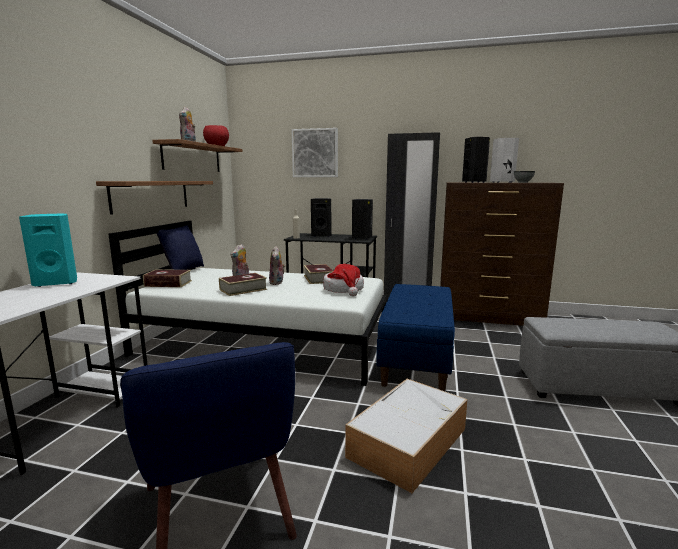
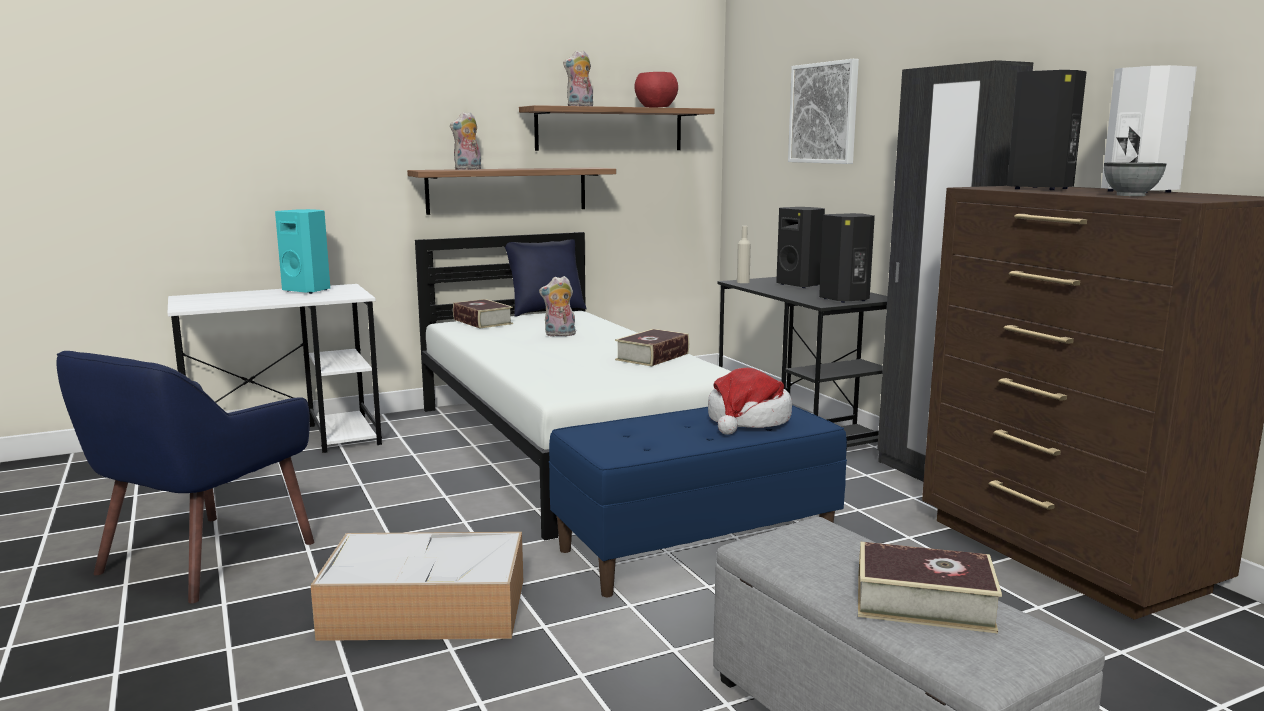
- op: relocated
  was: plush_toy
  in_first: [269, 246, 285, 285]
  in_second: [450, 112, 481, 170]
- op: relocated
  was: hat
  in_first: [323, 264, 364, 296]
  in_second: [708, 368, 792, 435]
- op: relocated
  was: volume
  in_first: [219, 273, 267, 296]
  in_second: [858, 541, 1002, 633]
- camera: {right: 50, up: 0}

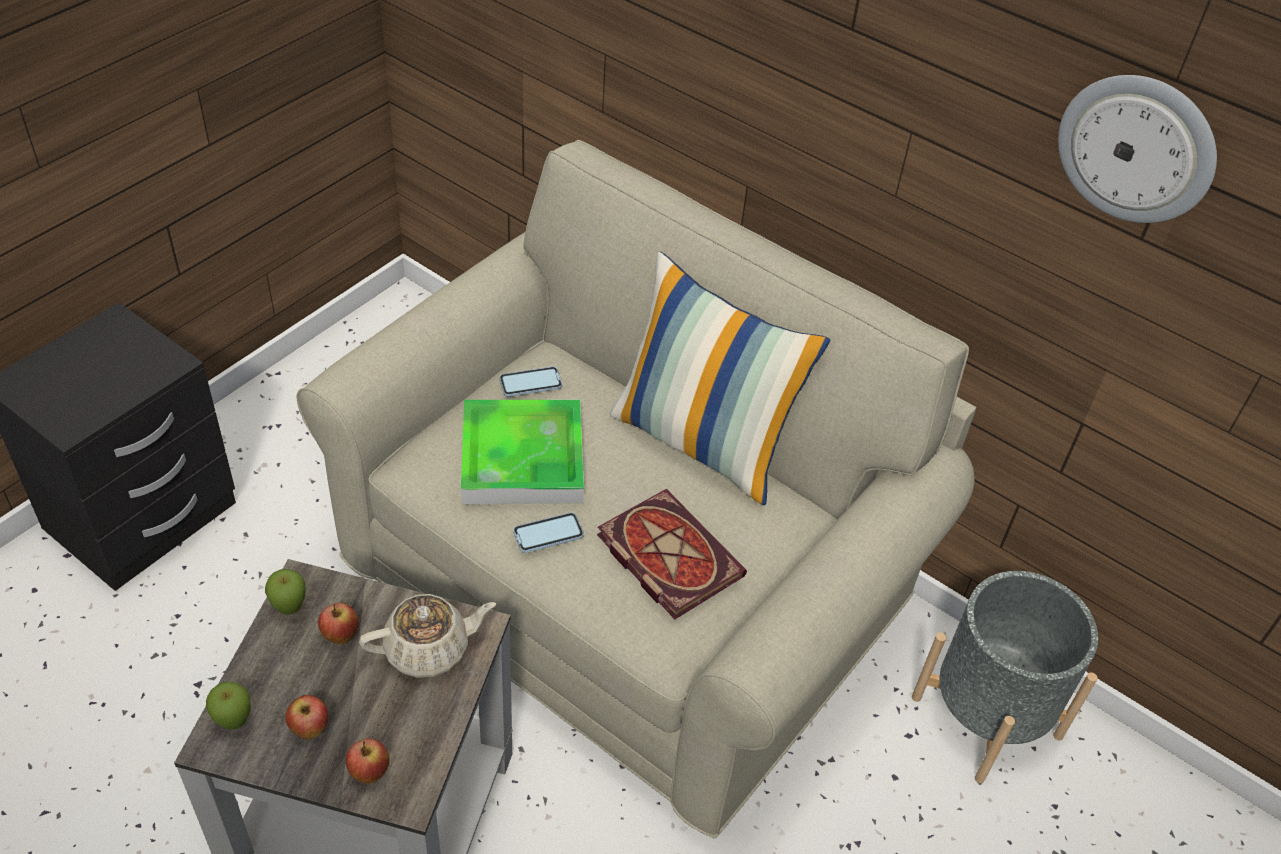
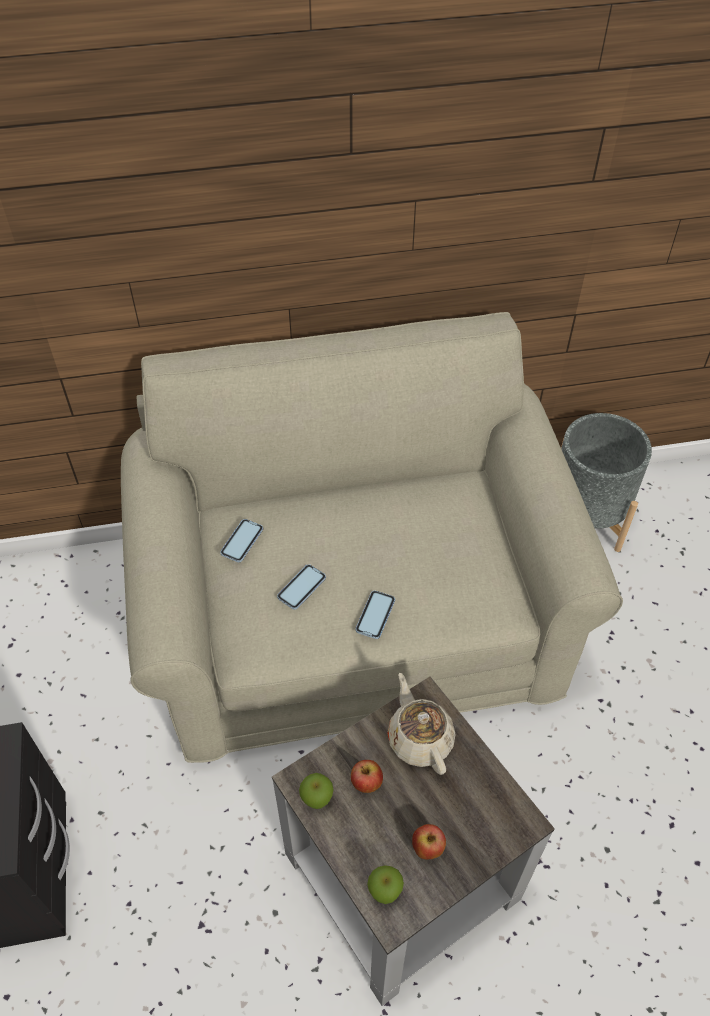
- op: exchanged
  was: carrying_tray
  now: phone
  in_first: [461, 400, 584, 504]
  in_second: [277, 564, 326, 610]
- op: spun
  was: sand-coloured_teapot
  in_first: [359, 594, 497, 678]
  in_second: [387, 673, 455, 775]
  clockwise: -45
- op: missing
  was: apple_fruit
  in_first: [346, 738, 390, 784]
- op: missing
  was: volume
  in_first: [597, 489, 747, 619]
- op: missing
  was: throw_pillow
  in_first: [610, 251, 830, 506]
- op: missing
  was: wall_clock
  in_first: [1058, 75, 1217, 223]
- camera: {right: -45, up: 5}

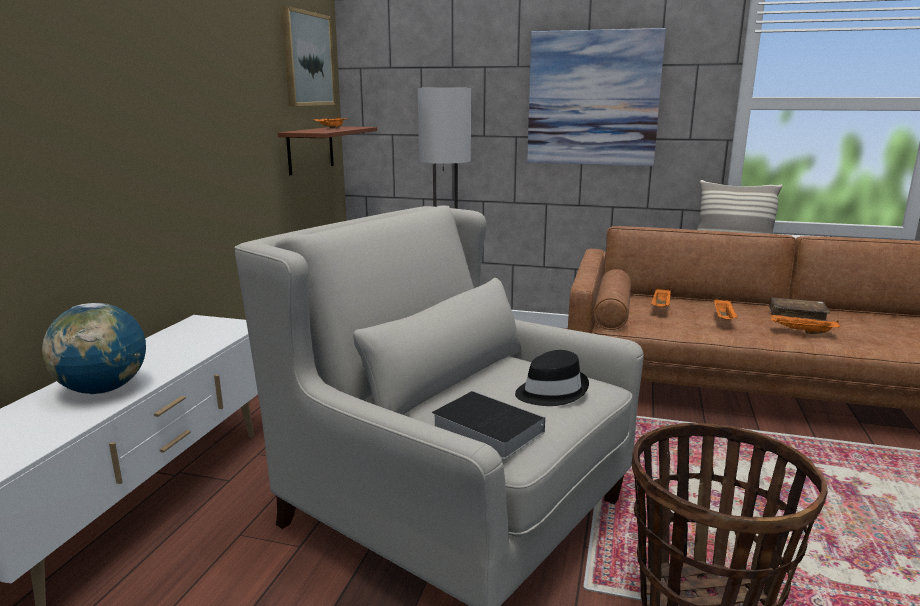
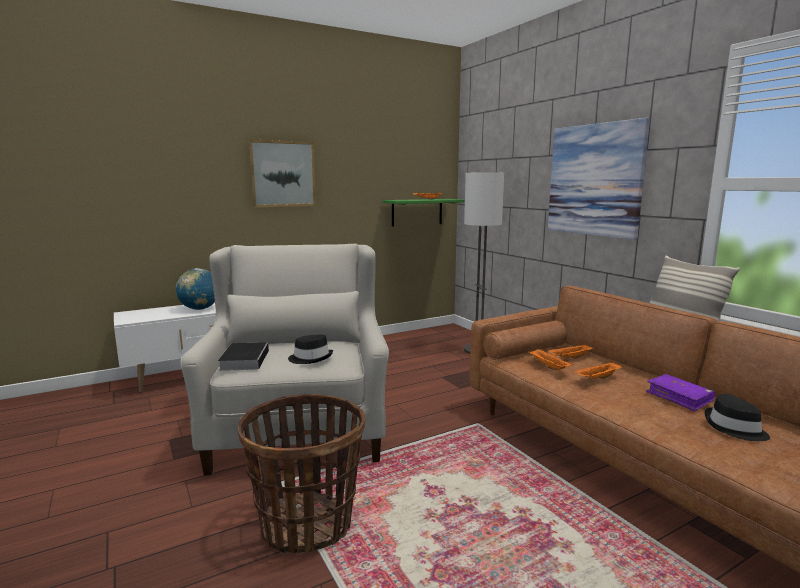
- op: relocated
  was: wall_picture
  in_first: [281, 6, 336, 106]
  in_second: [248, 139, 316, 207]
- op: colour
  was: brown-coloured_shelf
  now: greenish_shelf
  in_first: [278, 126, 377, 175]
  in_second: [383, 199, 465, 227]
- op: relocated
  was: orange_carrying_tray
  in_first: [771, 314, 840, 334]
  in_second: [528, 348, 573, 370]
- op: colour
  was: brown-coloured_volume
  now: purplish_volume
  in_first: [769, 297, 830, 321]
  in_second: [646, 374, 715, 412]
- op: appeared
  now: blackish_hat
  in_second: [705, 394, 770, 441]
- camera: {right: 45, up: -5}

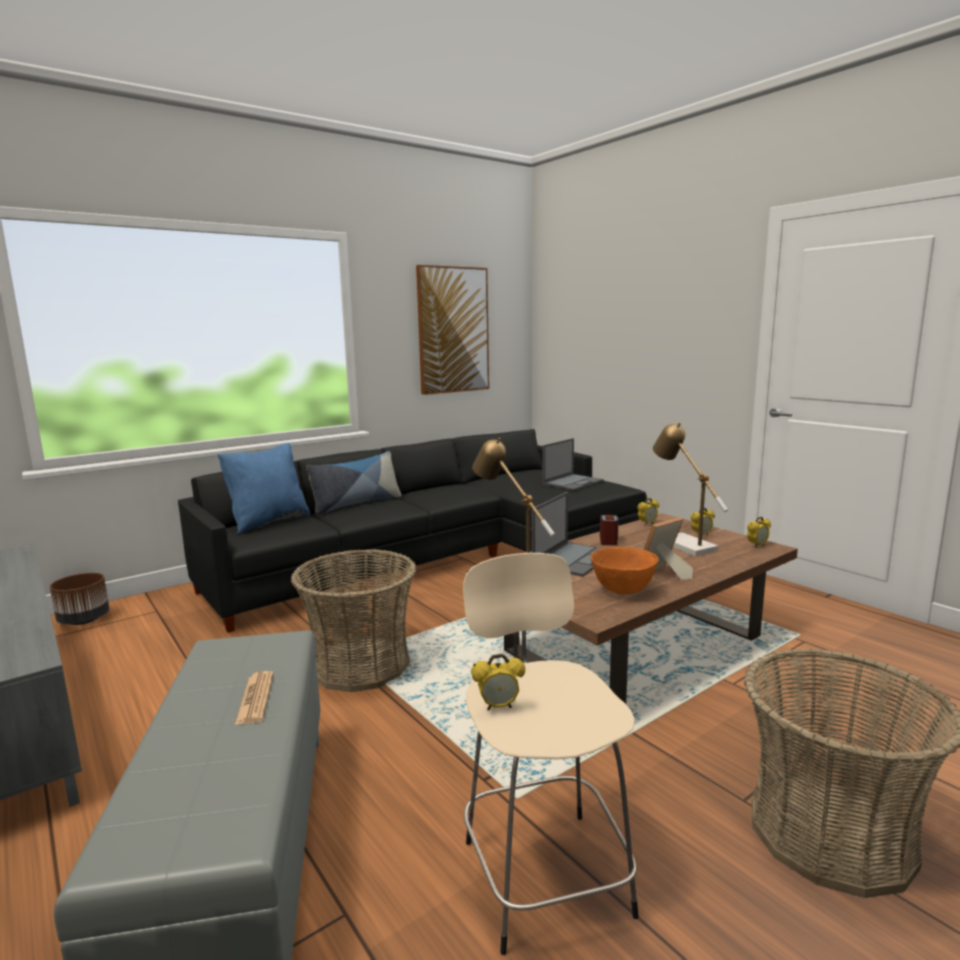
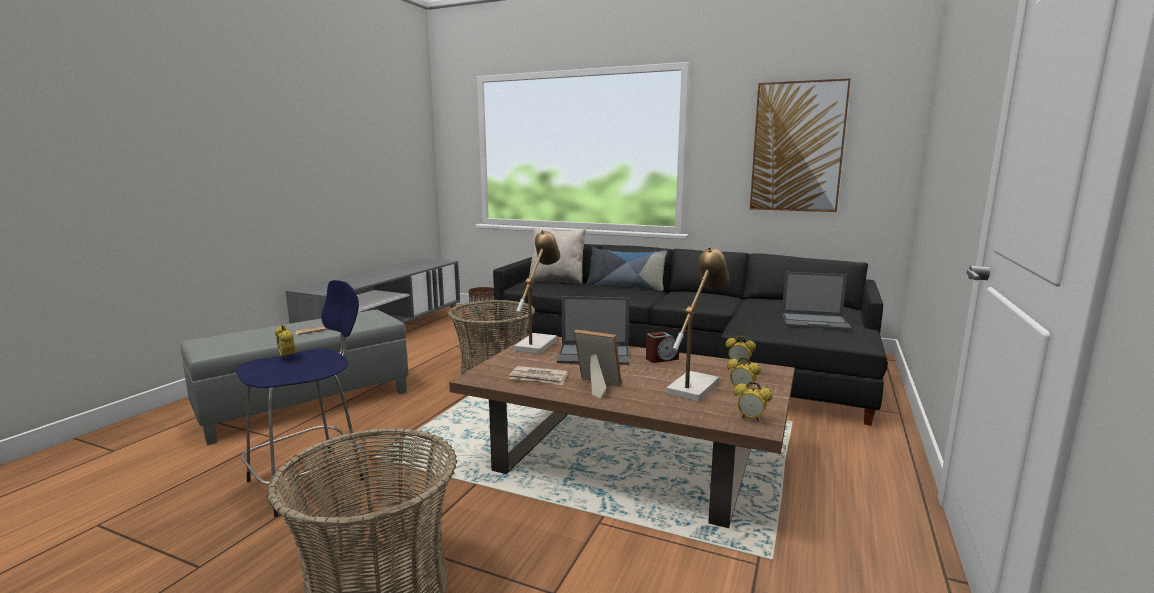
- op: colour
  was: sand-coloured_stool
  now: blue-coloured_stool
  in_first: [463, 553, 639, 955]
  in_second: [236, 280, 364, 517]
- op: exchanged
  was: orange_serving_bowl
  now: printed_paper
  in_first: [590, 547, 658, 594]
  in_second: [509, 366, 568, 385]
- op: colour
  was: blue-coloured_throw_pillow
  now: sand-coloured_throw_pillow
  in_first: [218, 443, 310, 534]
  in_second: [529, 227, 586, 284]
- camera: {right: 60, up: 0}

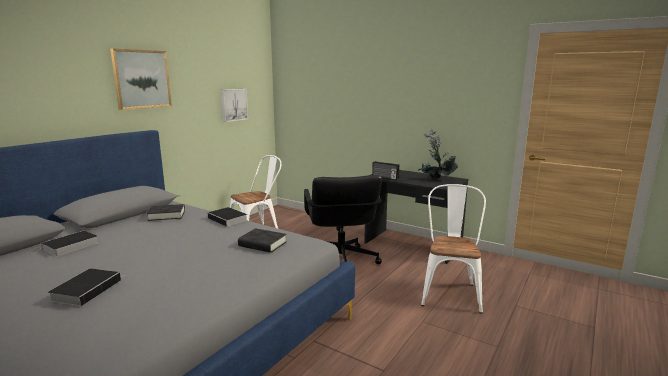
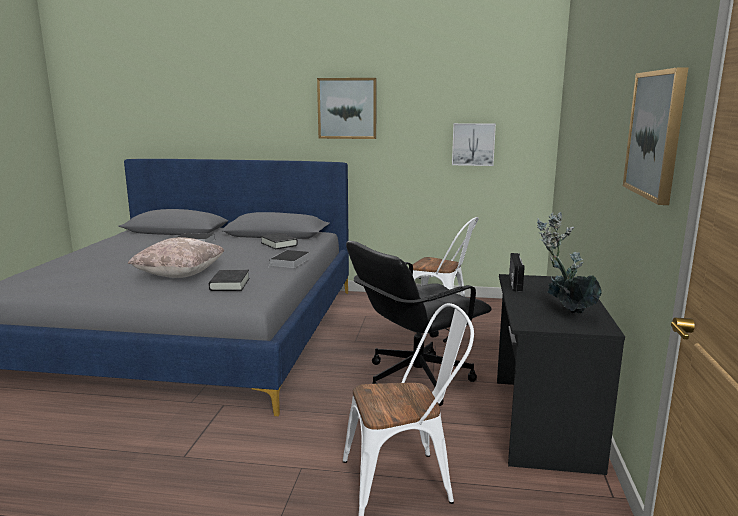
- op: appeared
  now: sand-coloured_throw_pillow
  in_second: [128, 237, 225, 278]
- op: appeared
  now: wall_picture
  in_second: [623, 67, 688, 205]
- op: missing
  was: volume
  in_first: [48, 268, 121, 306]
- camera: {right: 65, up: 0}

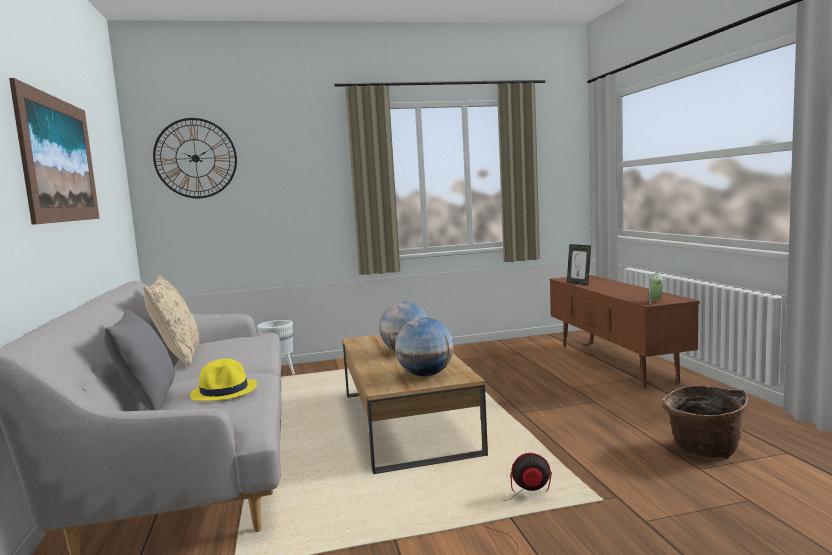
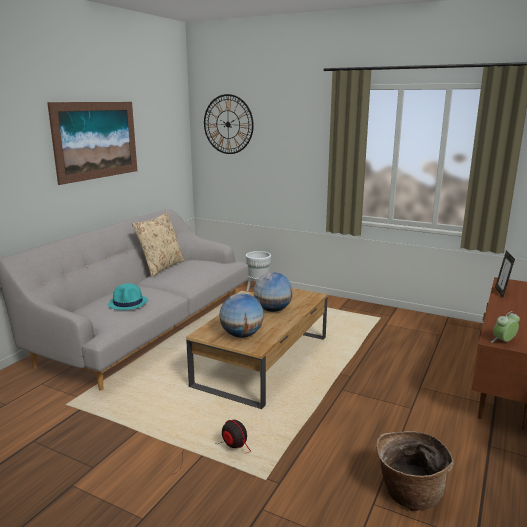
- op: colour
  was: yellowish_hat
  now: blue-green_hat
  in_first: [190, 359, 257, 401]
  in_second: [108, 283, 148, 310]
- op: missing
  was: gray_throw_pillow
  in_first: [104, 310, 175, 410]
- camera: {right: 40, up: 10}

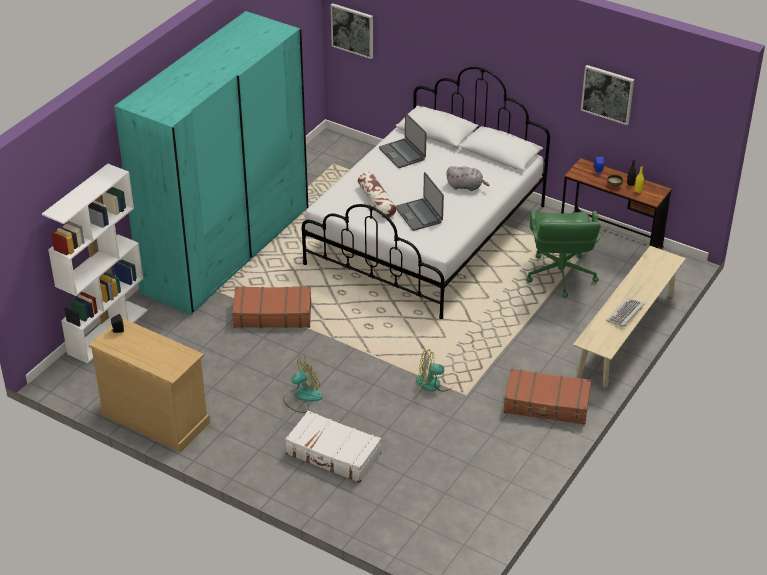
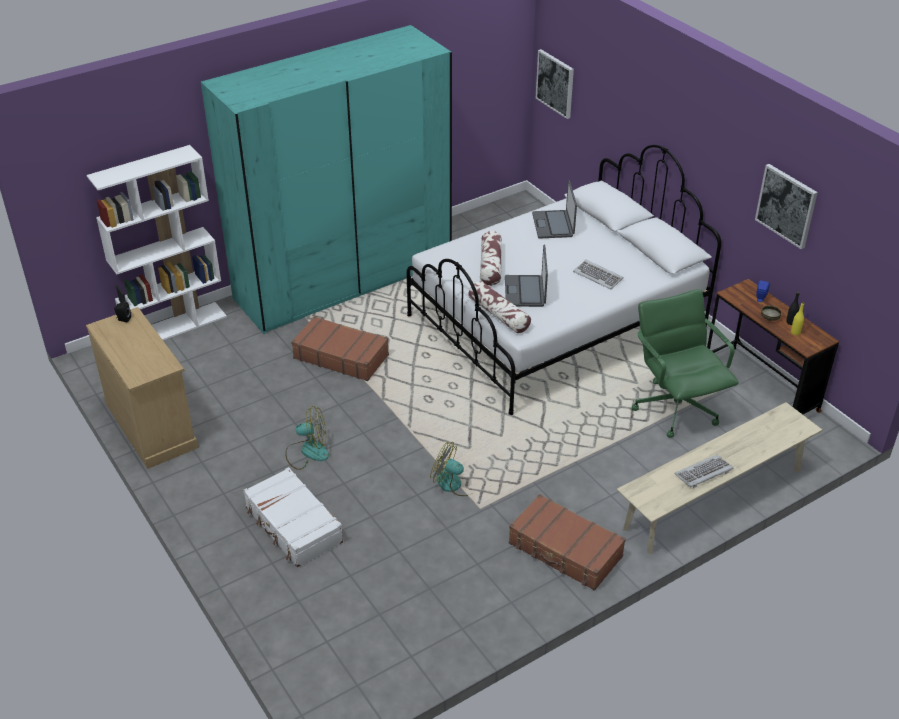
- op: appeared
  now: throw_pillow
  in_second: [468, 281, 531, 333]
- op: exchanged
  was: gray_plush_toy
  now: computer_keyboard
  in_first: [446, 166, 489, 191]
  in_second: [573, 260, 624, 289]
- op: spun
  was: greenish_office_chair
  in_first: [526, 211, 601, 298]
  in_second: [631, 289, 739, 438]
  clockwise: 135
- camera: {right: 25, up: 0}

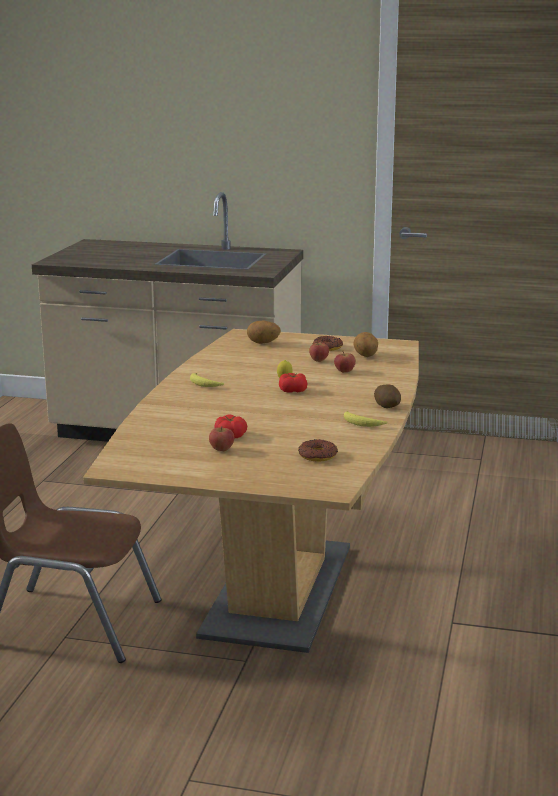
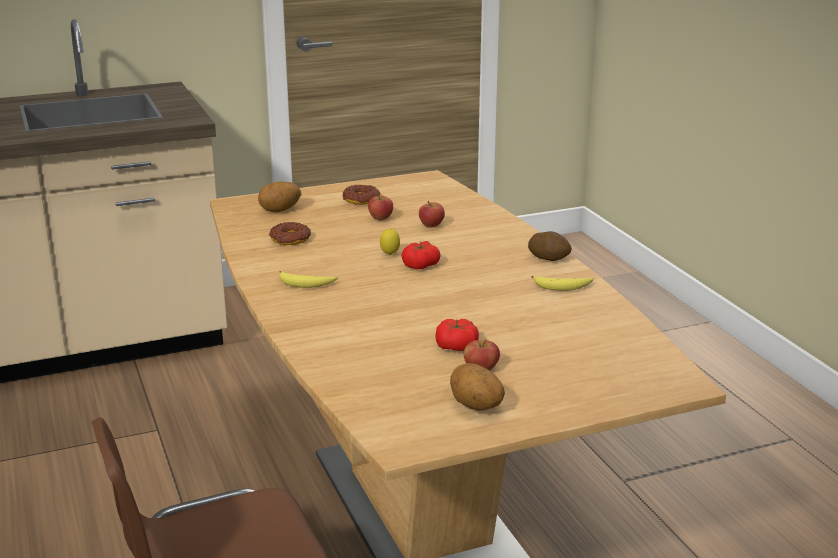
- op: relocated
  was: donut
  in_first: [298, 439, 338, 462]
  in_second: [269, 222, 311, 245]
- op: relocated
  was: spud
  in_first: [353, 332, 378, 357]
  in_second: [450, 363, 505, 411]
- camera: {right: -35, up: 5}

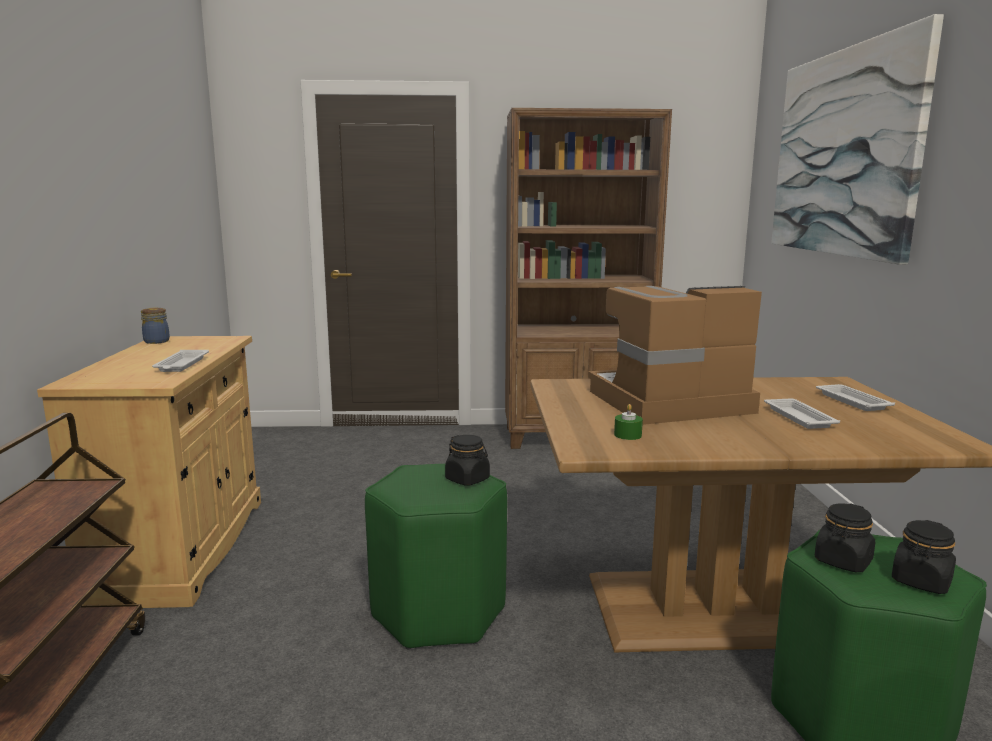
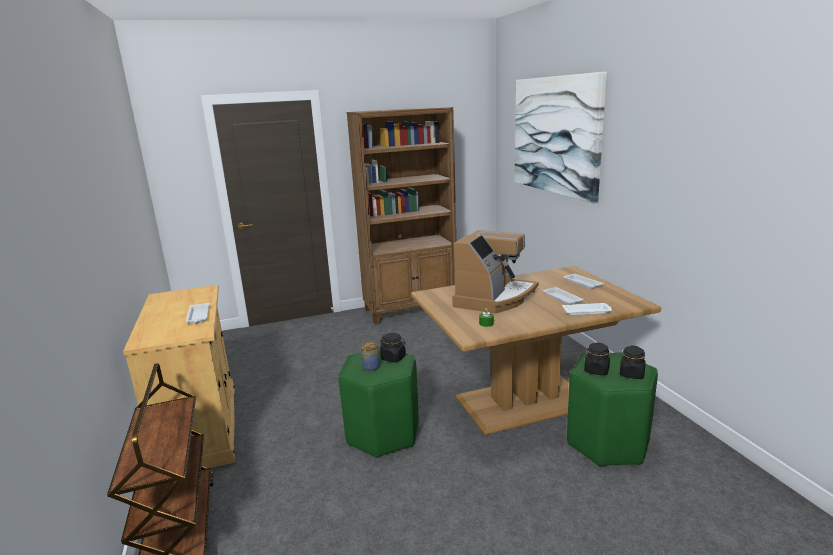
- op: relocated
  was: preserve_jar
  in_first: [141, 308, 170, 344]
  in_second: [361, 342, 380, 371]
- op: spun
  was: coffee_machine
  in_first: [588, 286, 762, 425]
  in_second: [452, 230, 539, 313]
  clockwise: 150
- op: appeared
  now: white_carrying_tray
  in_second: [562, 303, 612, 315]
- camera: {right: -15, up: 5}

